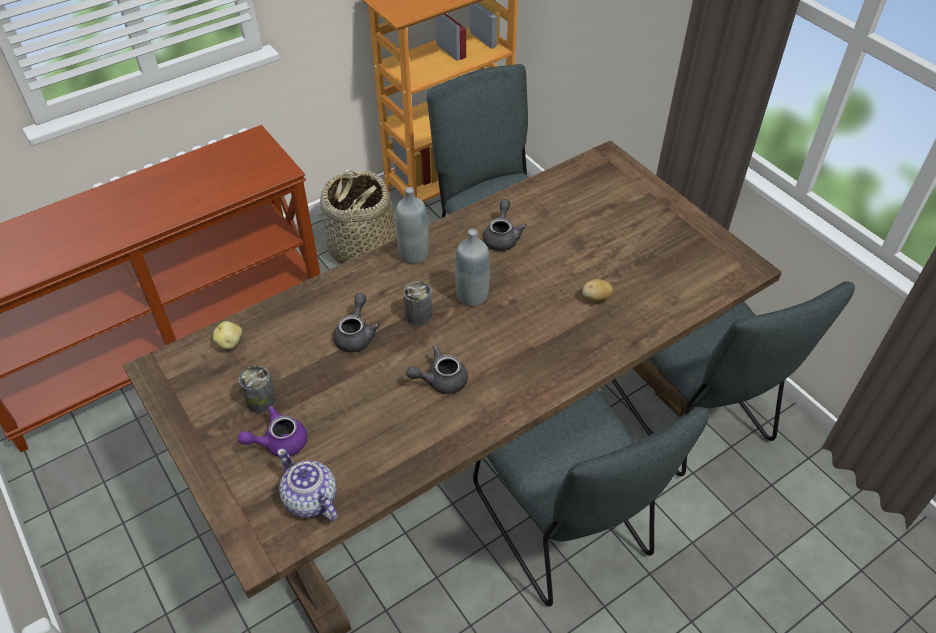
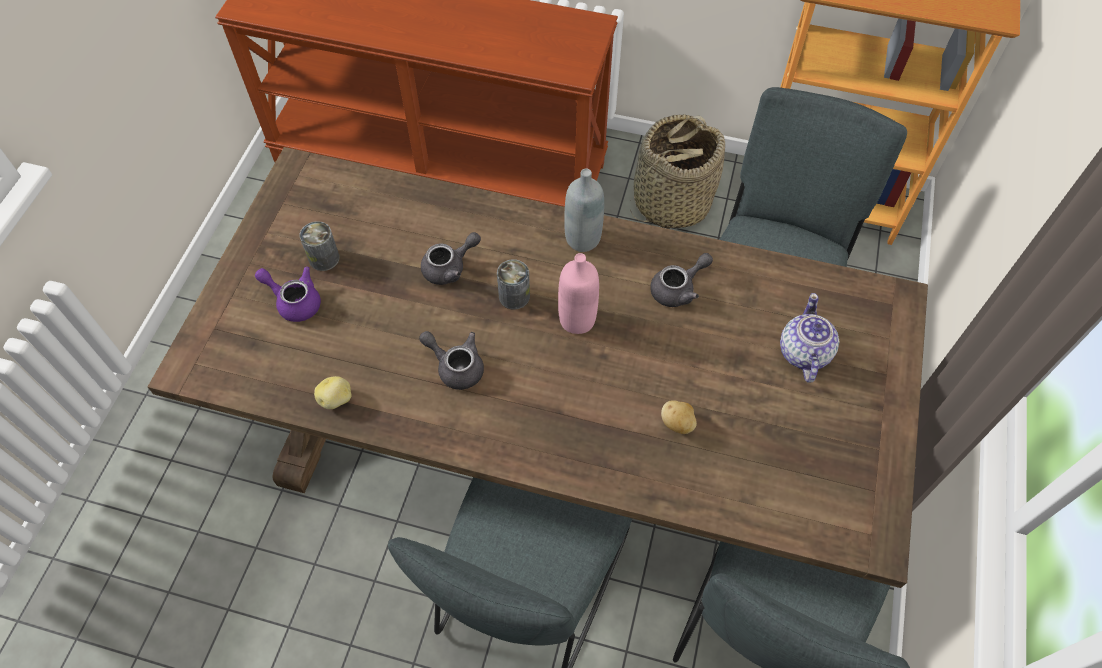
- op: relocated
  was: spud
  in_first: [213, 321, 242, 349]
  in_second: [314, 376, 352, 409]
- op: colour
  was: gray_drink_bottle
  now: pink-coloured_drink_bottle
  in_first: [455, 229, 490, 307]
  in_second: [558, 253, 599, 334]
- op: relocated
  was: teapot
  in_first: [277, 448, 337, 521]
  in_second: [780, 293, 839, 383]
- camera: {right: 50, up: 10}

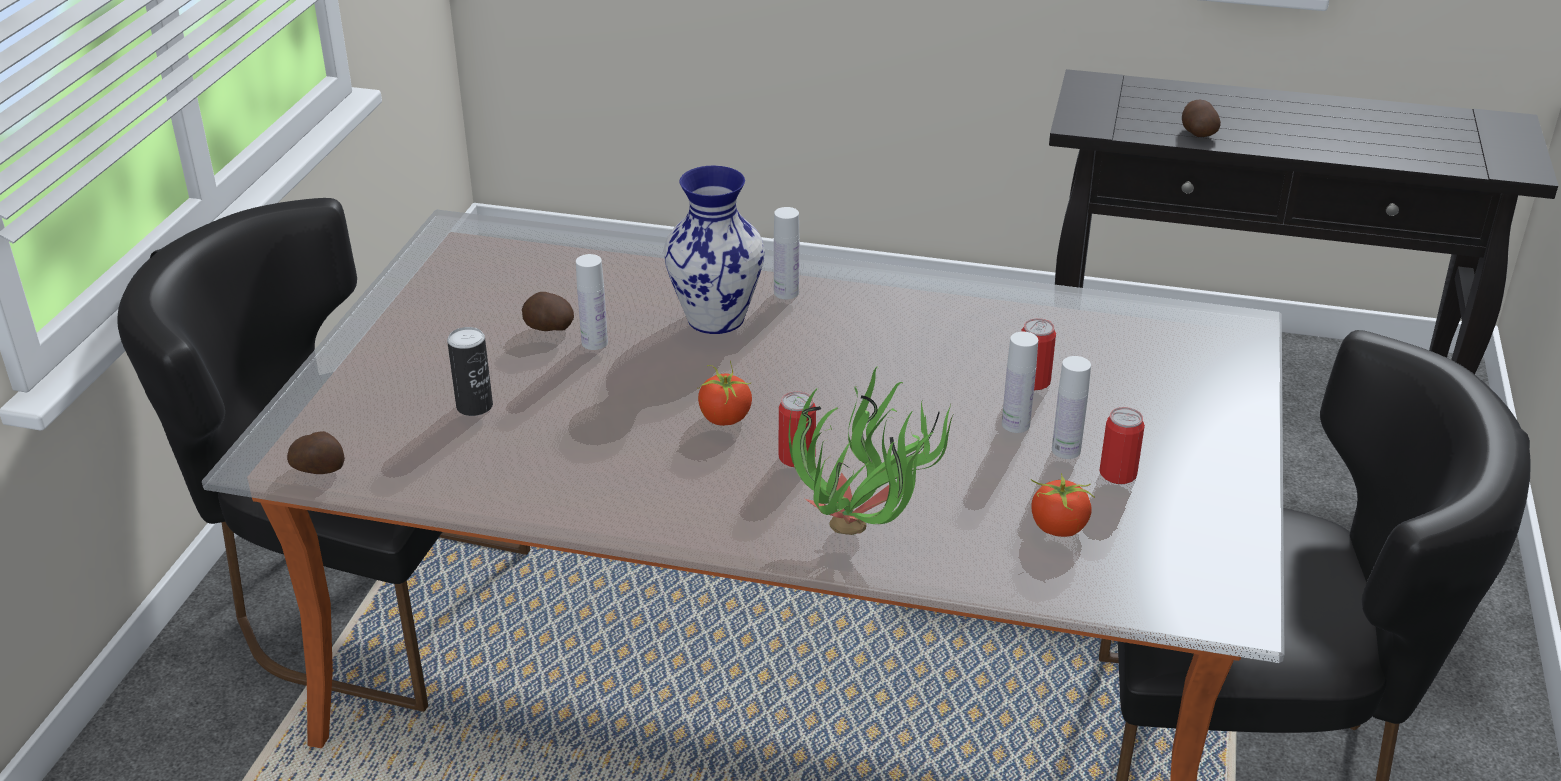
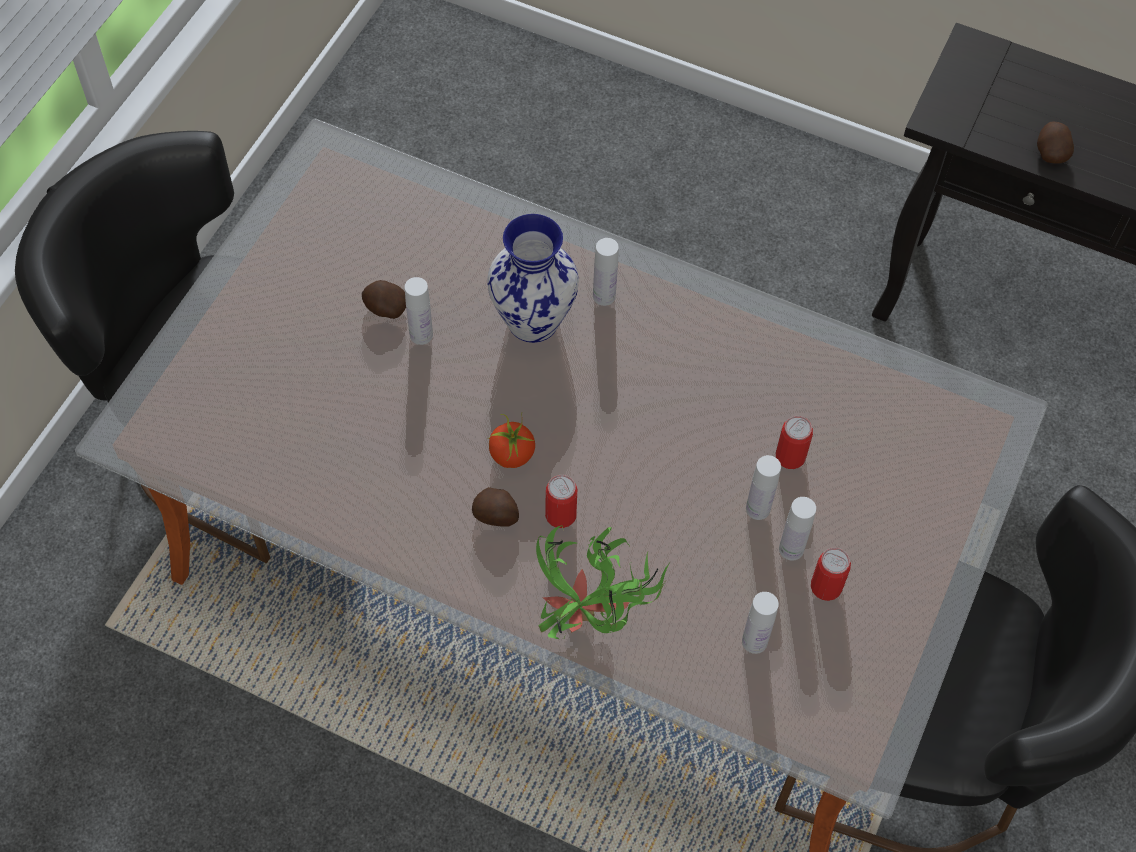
- op: relocated
  was: spud
  in_first: [287, 431, 345, 474]
  in_second: [472, 487, 519, 527]
- op: exchanged
  was: fresh_tomato
  now: white_drink_bottle
  in_first: [1030, 473, 1095, 537]
  in_second: [742, 592, 779, 654]
- op: missing
  was: can
  in_first: [447, 327, 493, 416]
- camera: {right: 10, up: 25}

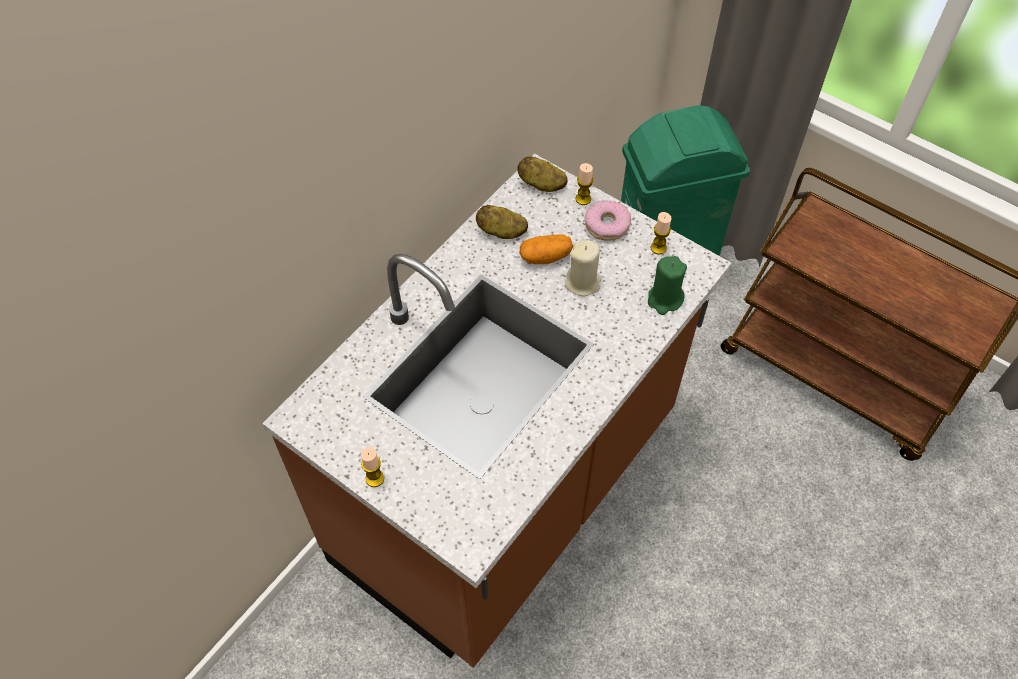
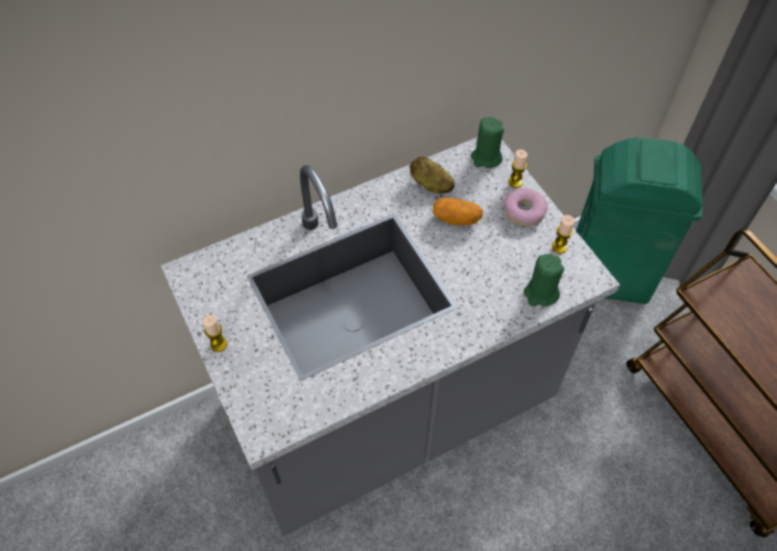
- op: colour
  was: brown-coloured_kitchen_base_unit
  now: gray_kitchen_base_unit
  in_first: [262, 153, 731, 668]
  in_second: [161, 137, 620, 537]
- op: exchanged
  was: spud
  now: greenish_candle
  in_first: [517, 156, 567, 192]
  in_second: [471, 117, 504, 168]
- op: missing
  was: sand-coloured_candle
  in_first: [565, 240, 602, 296]
- camera: {right: 25, up: 0}

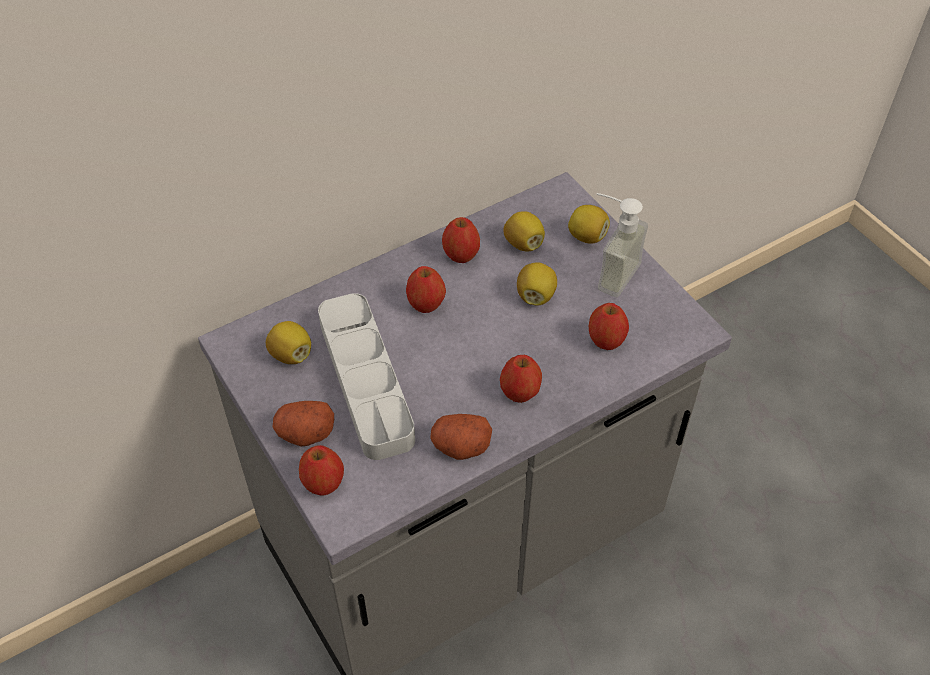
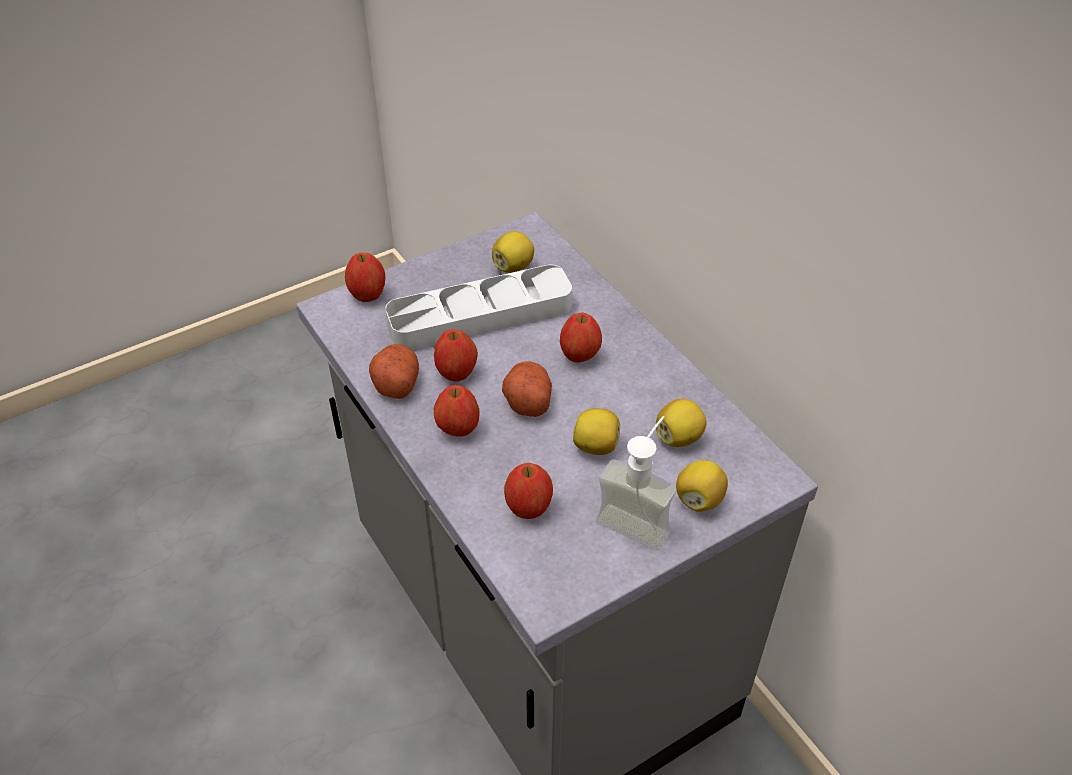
- op: relocated
  was: apple_fruit
  in_first: [442, 217, 480, 263]
  in_second: [434, 329, 478, 381]
- op: relocated
  was: spud
  in_first: [273, 401, 334, 446]
  in_second: [502, 361, 552, 417]
- camera: {right: 90, up: -5}

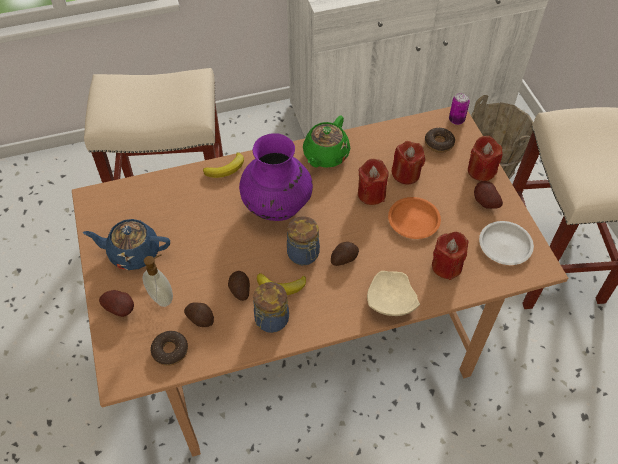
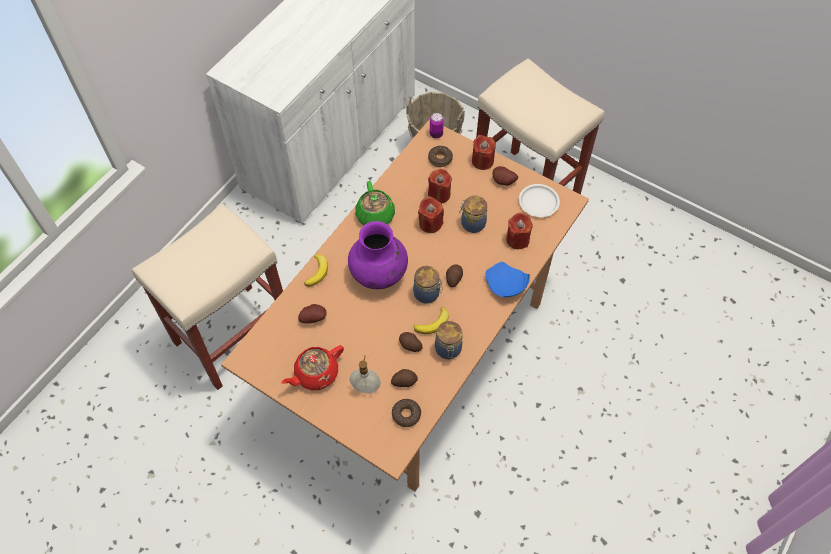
- op: colour
  was: blue-coloured_teapot
  now: red-coloured_teapot
  in_first: [83, 219, 170, 270]
  in_second: [281, 345, 344, 390]
- op: relocated
  was: spud
  in_first: [99, 290, 134, 317]
  in_second: [298, 304, 327, 323]
- op: exchanged
  was: orange_dinner_plate
  now: preserve_jar
  in_first: [388, 197, 441, 239]
  in_second: [459, 196, 487, 233]
- op: colour
  was: sand-coloured_dinner_plate
  now: blue-coloured_dinner_plate
  in_first: [367, 271, 420, 316]
  in_second: [486, 262, 530, 297]
- camera: {right: -40, up: 5}

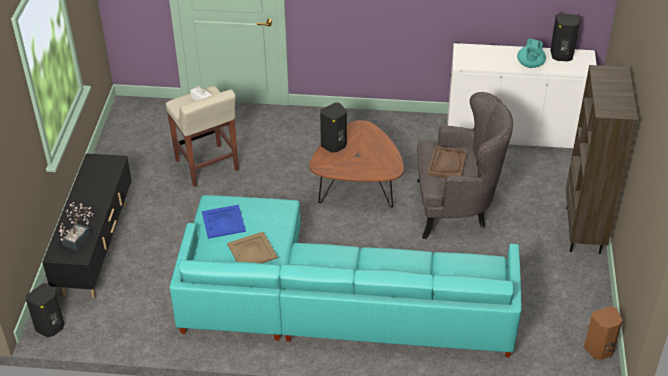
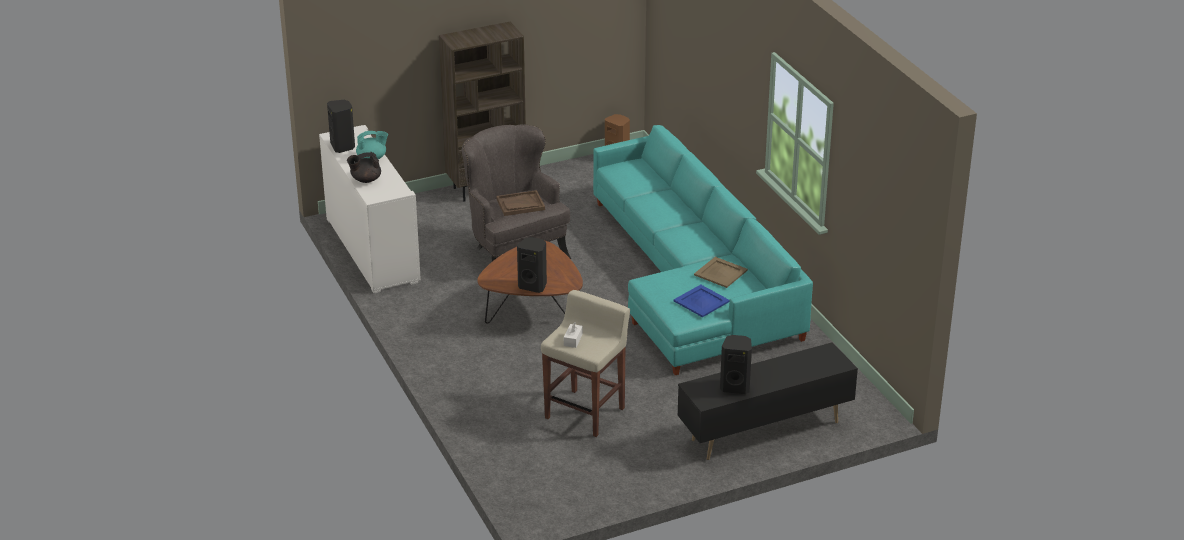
- op: appeared
  now: blackish_teapot
  in_second: [347, 152, 381, 183]
- op: relocated
  was: blackish_speaker
  in_first: [26, 283, 65, 337]
  in_second: [720, 335, 752, 394]
- op: missing
  was: potted_plant
  in_first: [59, 202, 94, 251]
- camera: {right: -120, up: -10}

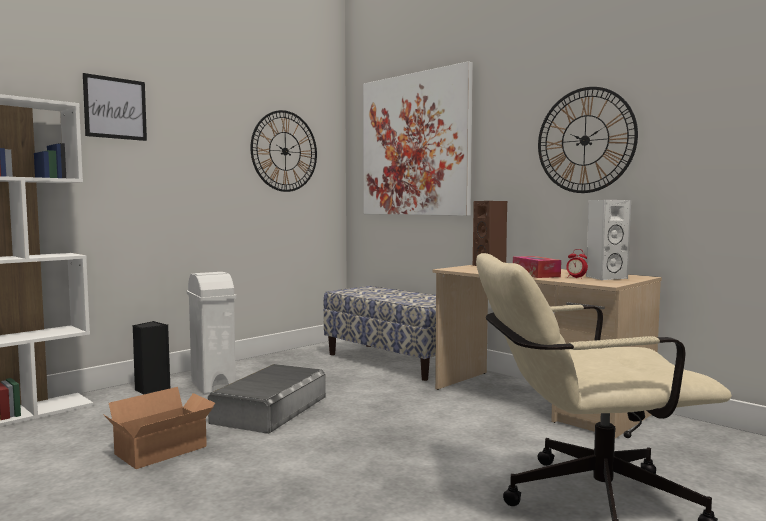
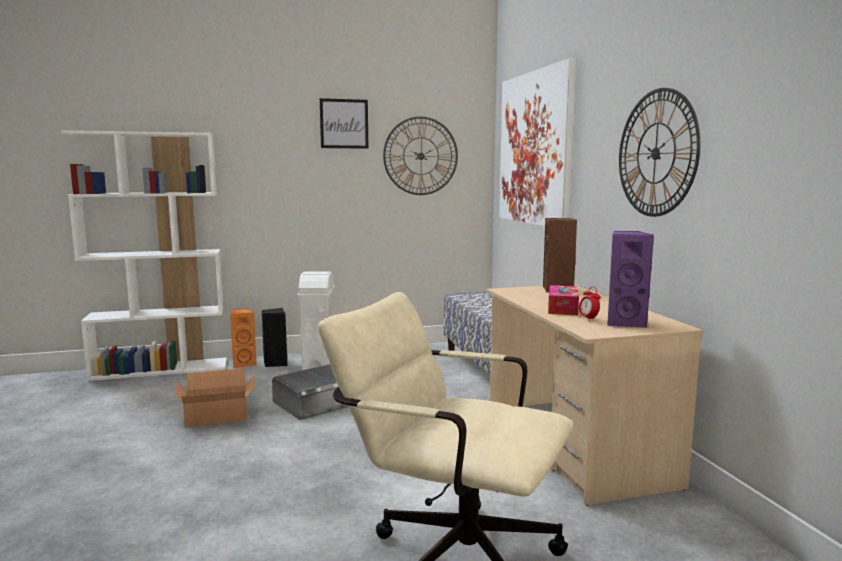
- op: appeared
  now: orange_speaker
  in_second: [230, 308, 257, 368]
- op: relocated
  was: wall_picture
  in_first: [83, 73, 147, 141]
  in_second: [320, 98, 368, 149]
- op: colour
  was: white_speaker
  now: purplish_speaker
  in_first: [586, 200, 631, 280]
  in_second: [607, 231, 654, 328]
- camera: {right: 30, up: 5}

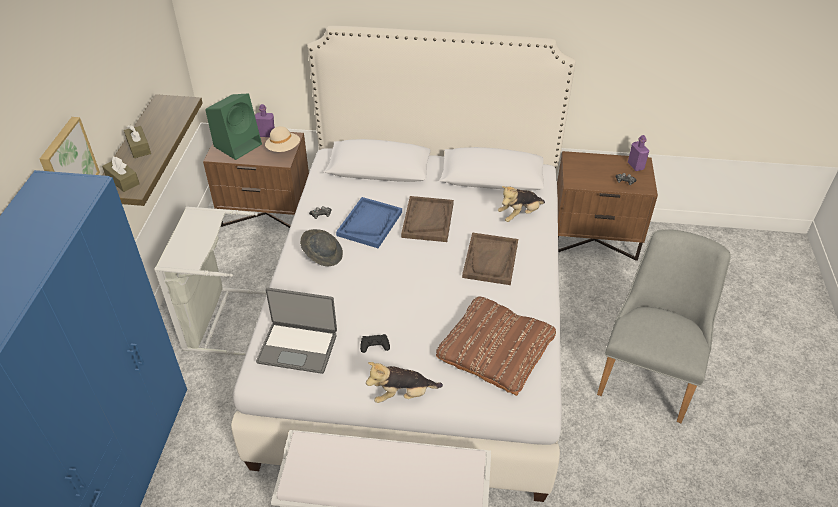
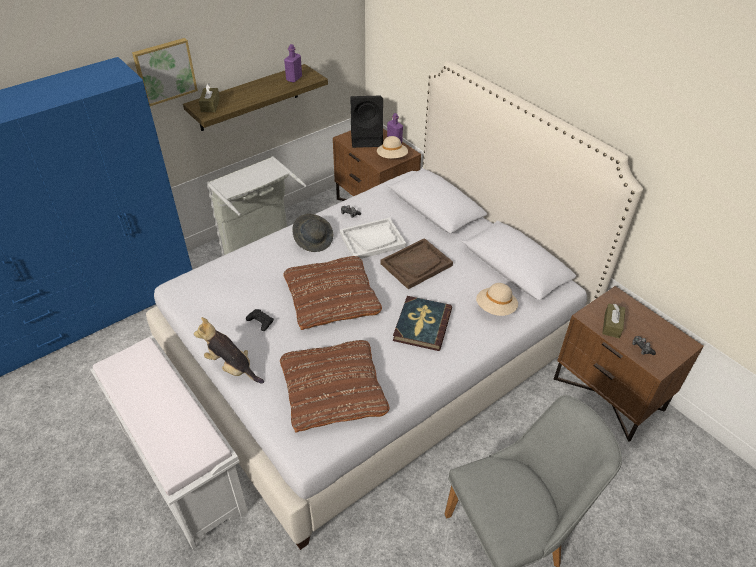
- op: appeared
  now: brown-coloured_throw_pillow
  in_second: [283, 256, 382, 330]
- op: relocated
  was: purplish_drink_bottle
  in_first: [628, 135, 649, 171]
  in_second: [284, 44, 302, 83]
- op: colour
  was: blue-coloured_carrying_tray
  now: white_carrying_tray
  in_first: [336, 197, 402, 248]
  in_second: [340, 218, 406, 259]
- op: colour
  was: greenish_speaker
  now: blackish_speaker
  in_first: [206, 93, 262, 160]
  in_second: [350, 96, 383, 148]
- op: exchanged
  was: brown-coloured_carrying_tray
  now: volume
  in_first: [462, 232, 518, 285]
  in_second: [393, 296, 452, 351]
- op: exchanged
  was: plush_toy
  now: sand-coloured_hat
  in_first: [498, 186, 545, 222]
  in_second: [476, 283, 518, 316]
- op: relocated
  was: brown-coloured_tissue_box
  in_first: [124, 125, 151, 158]
  in_second: [602, 304, 625, 338]
- op: missing
  was: laptop
  in_first: [256, 288, 337, 374]
- camera: {right: 45, up: 0}

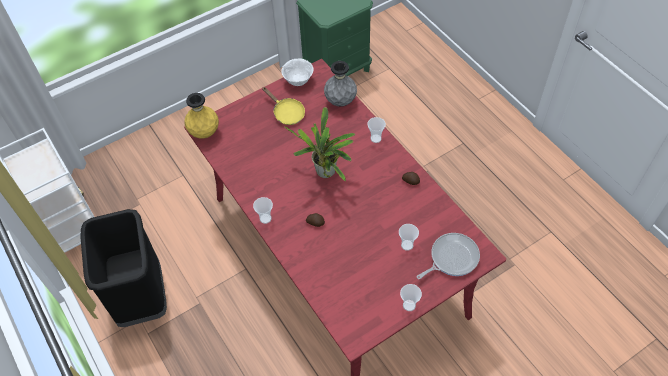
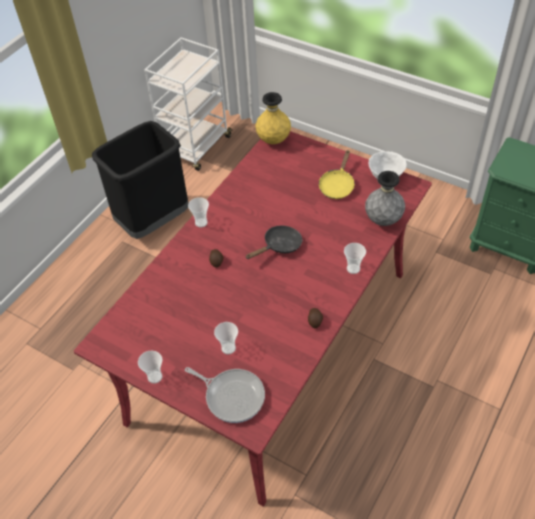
- op: exchanged
  was: potted_plant
  now: blackish_skillet
  in_first: [284, 107, 355, 182]
  in_second: [245, 225, 302, 259]
- camera: {right: 65, up: -5}

